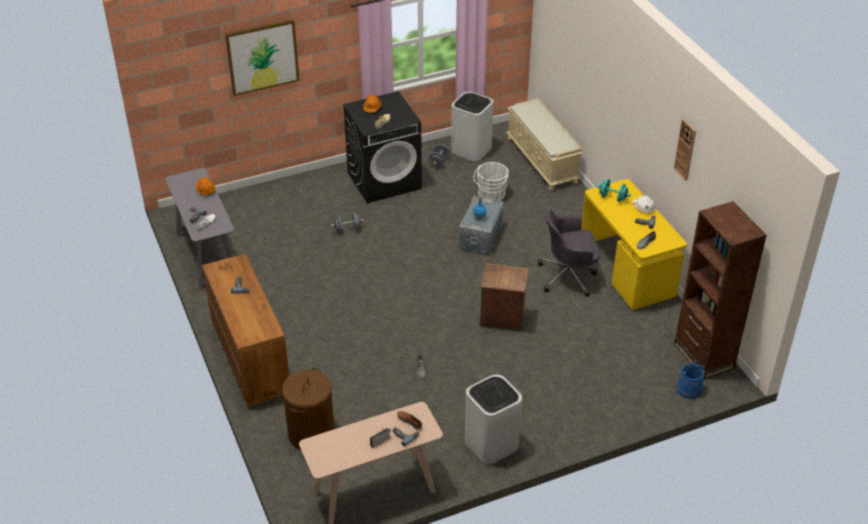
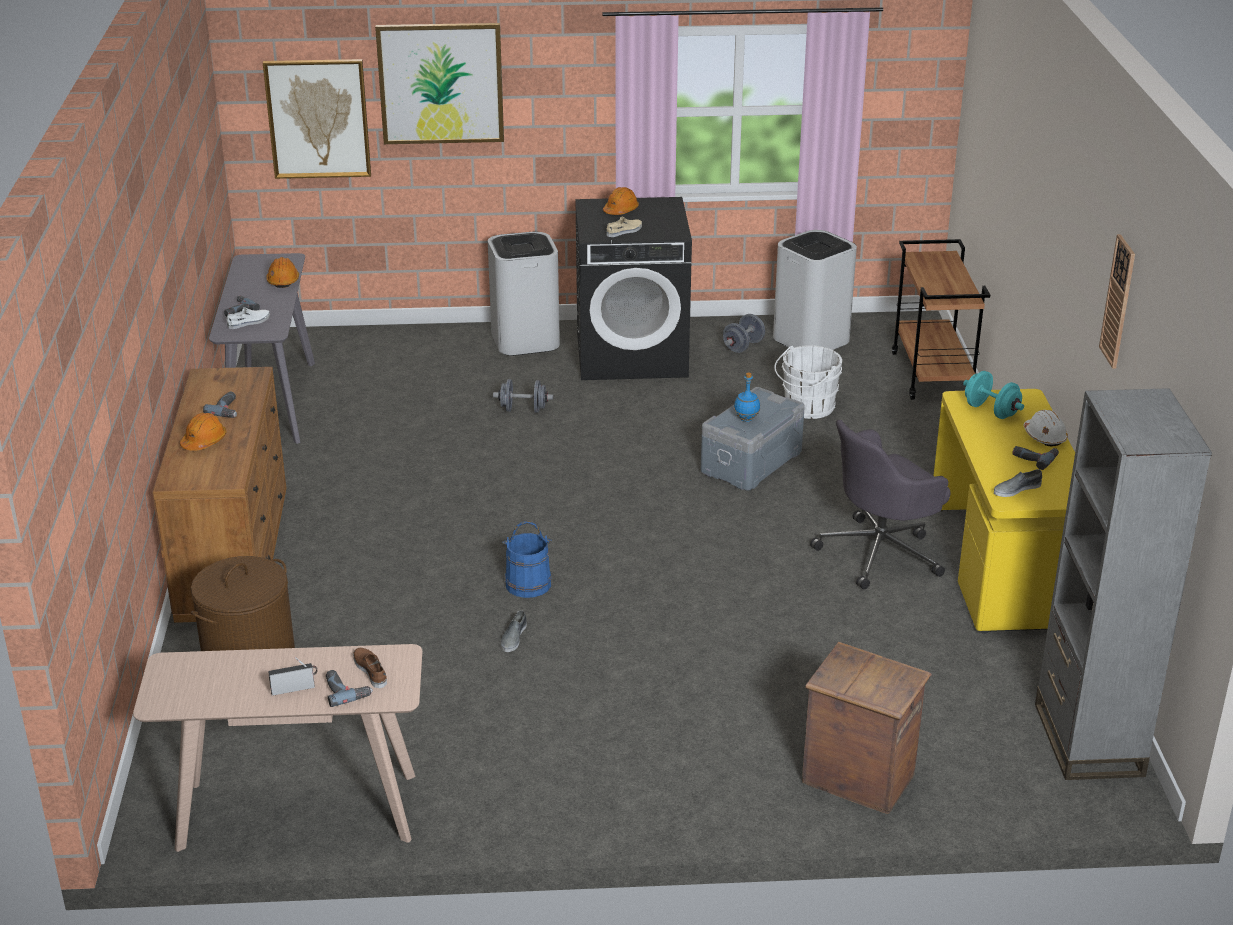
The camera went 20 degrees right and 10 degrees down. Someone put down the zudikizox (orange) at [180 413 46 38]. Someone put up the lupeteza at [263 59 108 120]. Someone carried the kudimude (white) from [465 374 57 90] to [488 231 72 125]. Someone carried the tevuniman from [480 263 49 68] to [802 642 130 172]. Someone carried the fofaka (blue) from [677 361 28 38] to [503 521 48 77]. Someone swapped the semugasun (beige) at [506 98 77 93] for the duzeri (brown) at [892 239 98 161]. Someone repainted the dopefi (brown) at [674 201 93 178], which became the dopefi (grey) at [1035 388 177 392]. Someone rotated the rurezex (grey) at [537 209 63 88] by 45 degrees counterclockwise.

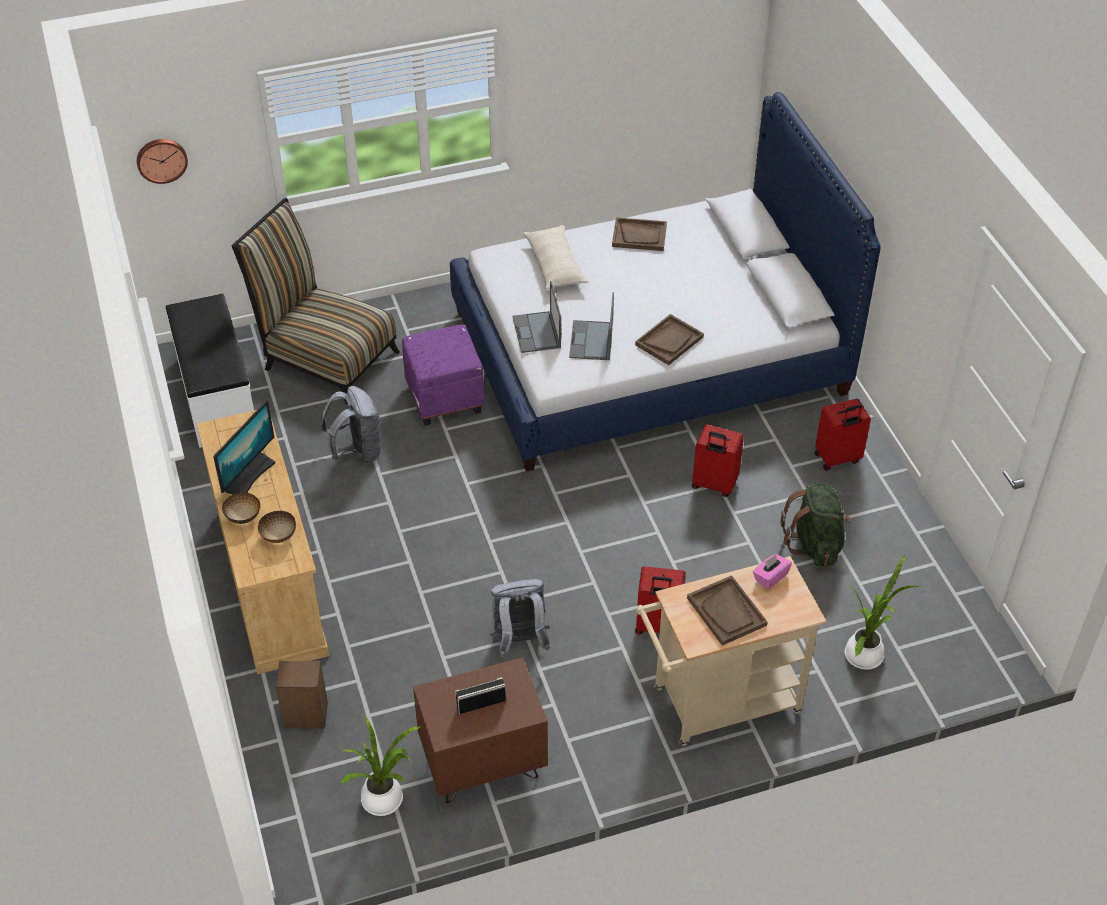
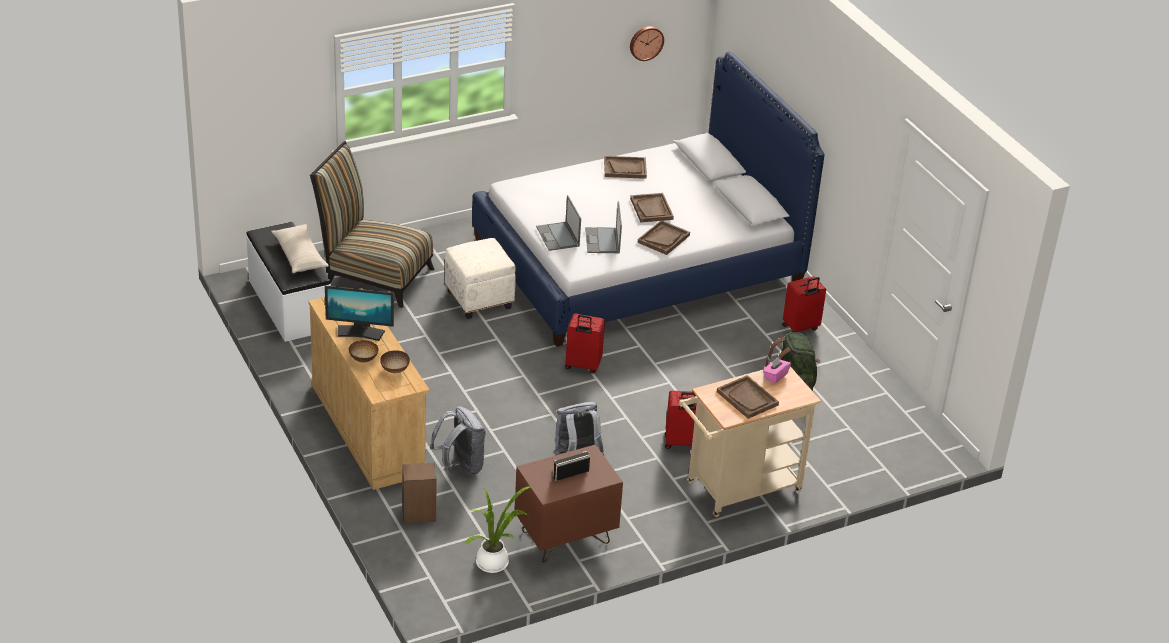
The camera went 10 degrees left and 10 degrees down. Someone took away the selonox at [845 554 74 116]. Someone put down the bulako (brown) at [630 193 44 30]. Someone carried the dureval from [137 139 51 45] to [630 26 34 35]. Someone carried the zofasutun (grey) from [321 386 61 77] to [430 406 56 69]. Someone carried the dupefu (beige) from [523 225 66 65] to [271 224 58 49]. Someone carried the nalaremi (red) from [692 424 52 73] to [565 313 40 61]. Someone repainted the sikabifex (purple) at [402 325 83 101], which became the sikabifex (white) at [445 238 71 81]. Someone rotated the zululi at [213 400 62 94] by 75 degrees clockwise.

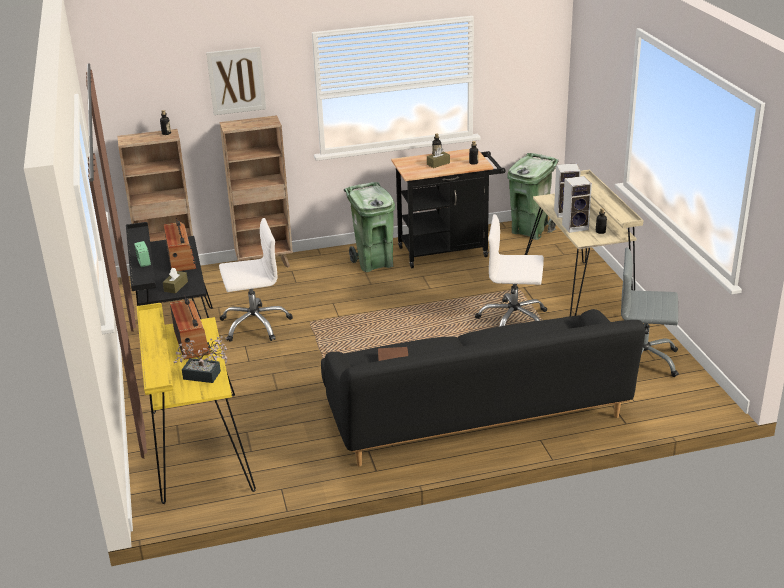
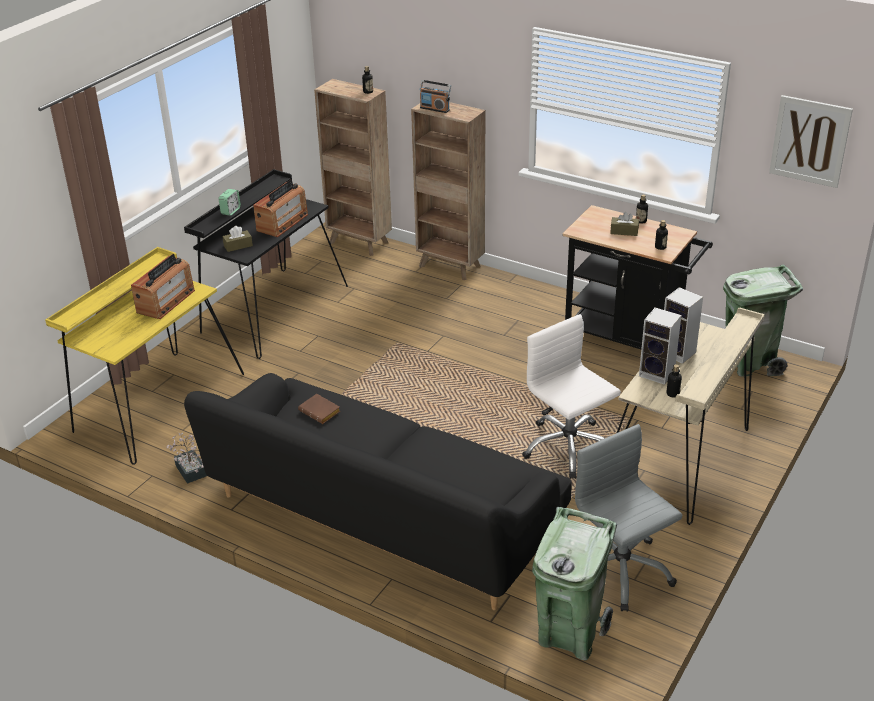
The camera went 45 degrees right and 5 degrees up. Someone took away the rurezex (white) at [219 218 74 124]. Someone put down the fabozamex at [420 80 31 33]. Someone carried the selonox from [174 336 54 47] to [166 433 41 51]. Someone carried the lupeteza from [206 47 60 68] to [769 95 84 93]. Someone carried the kudimude (green) from [344 182 51 90] to [532 507 85 153].

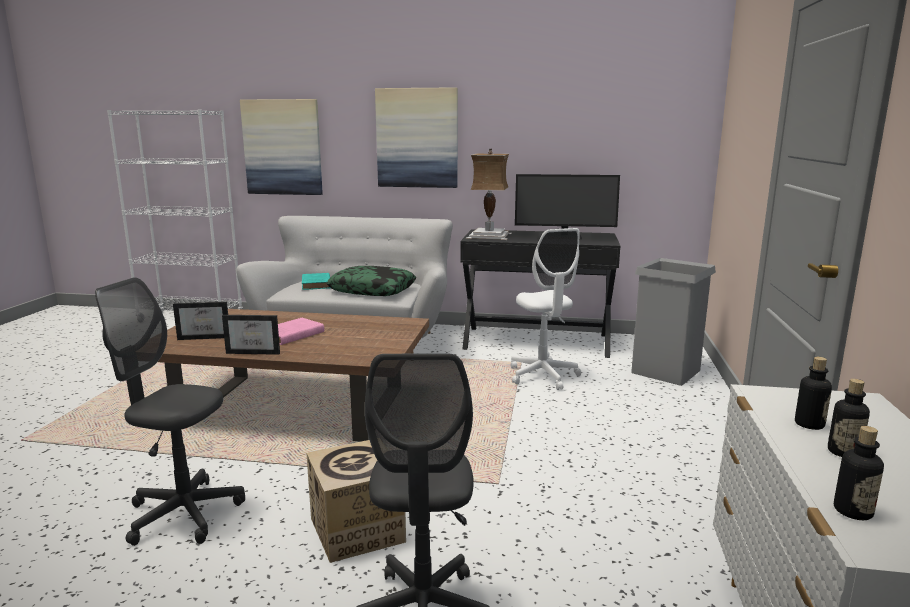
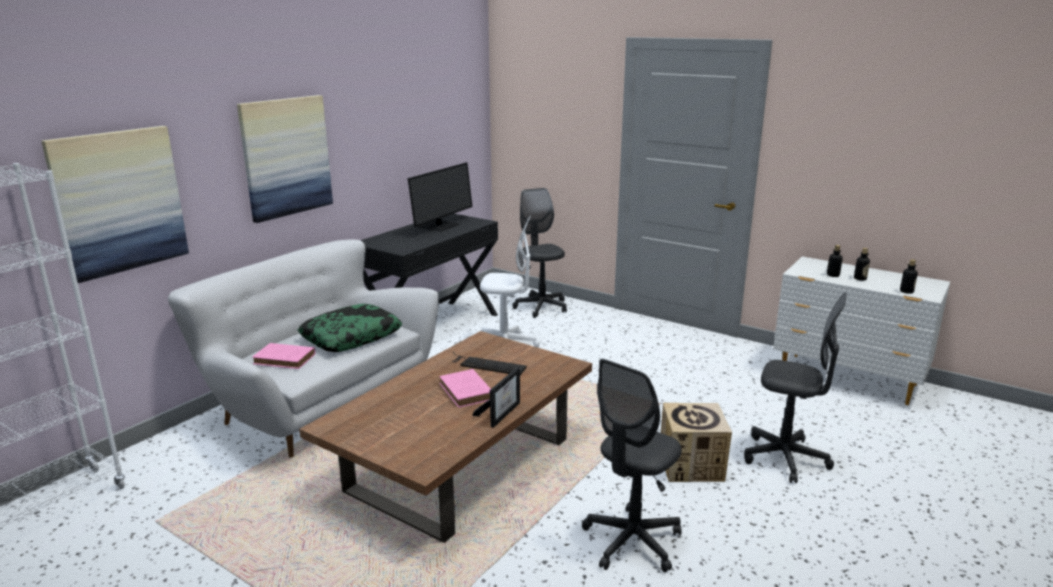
The camera went 65 degrees left and 5 degrees up. Someone took away the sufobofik at [173 301 55 39]. Someone took away the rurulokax at [466 149 46 91]. Someone put down the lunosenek at [452 351 75 24]. Someone swapped the kudimude (grey) at [631 258 85 128] for the rurezex (grey) at [513 188 54 130]. Someone repainted the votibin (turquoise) at [302 273 28 17], which became the votibin (pink) at [252 343 63 26].

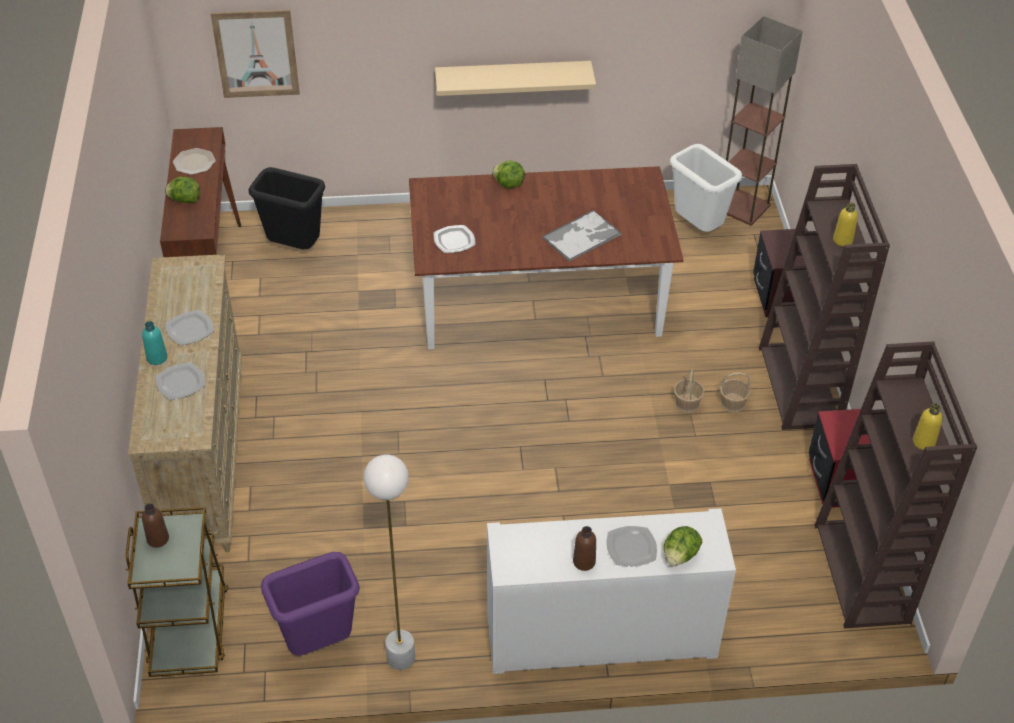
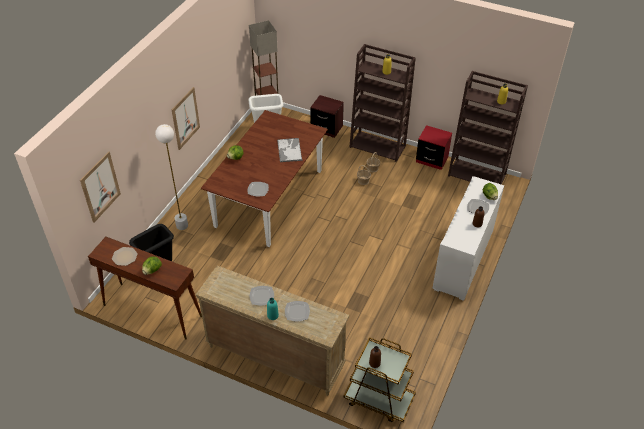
The camera went 60 degrees left and 0 degrees up. Someone took away the kudimude (purple) at [261 552 99 104]. Someone carried the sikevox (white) from [363 455 52 215] to [155 124 33 106]. Someone swapped the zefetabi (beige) at [435 61 161 35] for the lupeteza at [172 87 28 63].

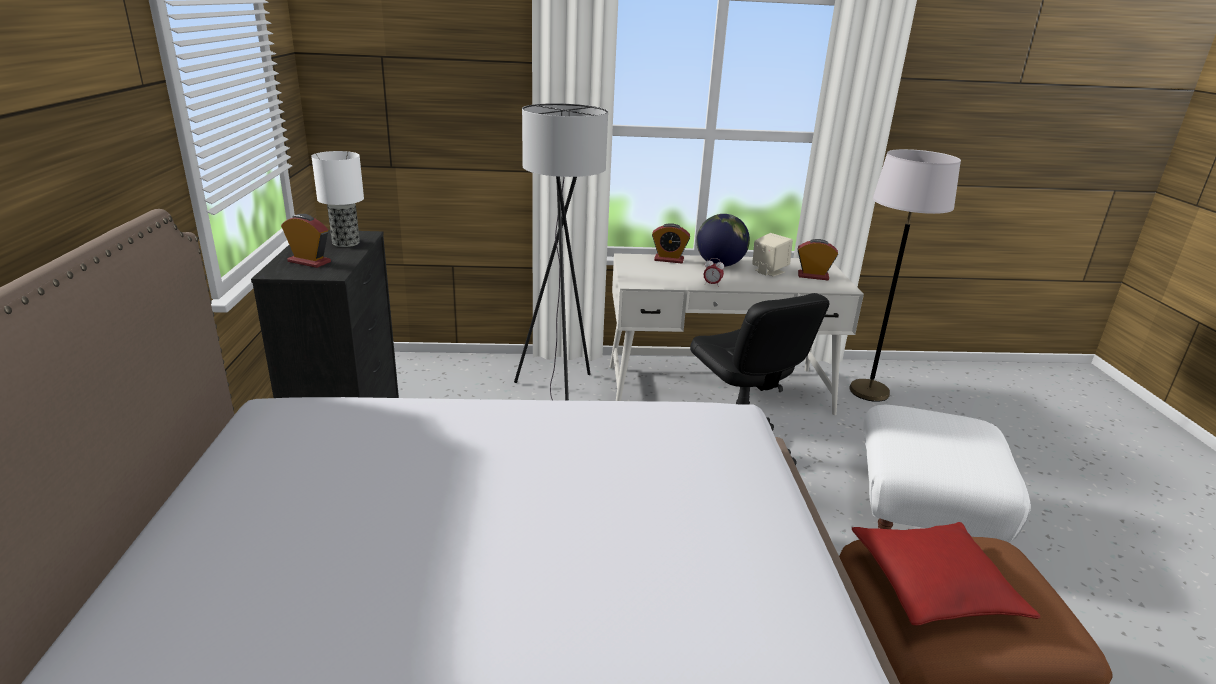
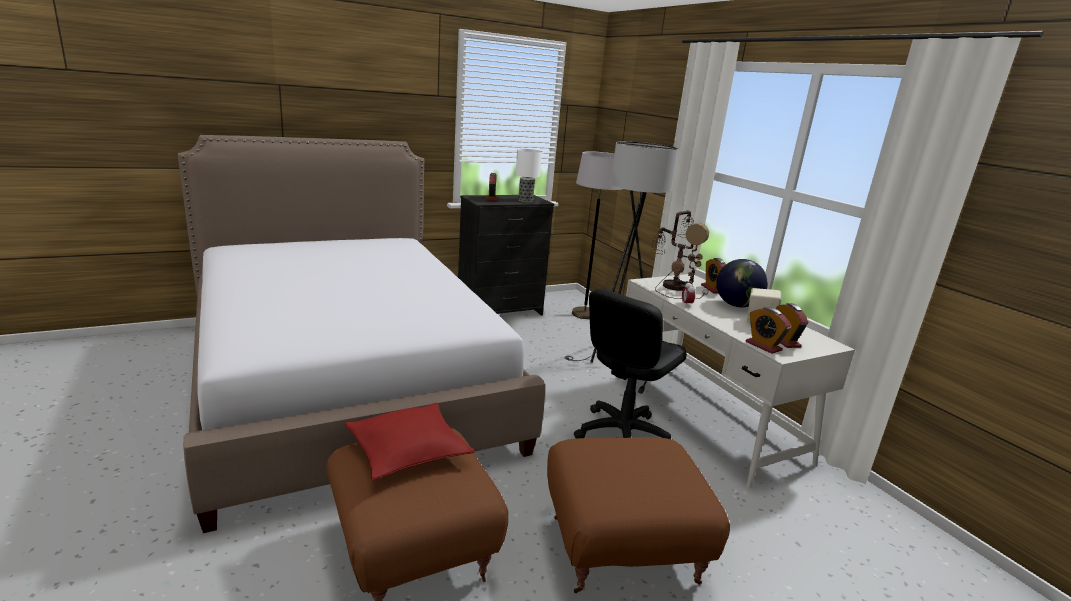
The camera went 65 degrees right and 5 degrees down. Someone put down the rurulokax at [650 211 59 88]. Someone put down the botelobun at [746 307 46 47]. Someone carried the sikevox (grey) from [849 149 112 253] to [572 151 50 168]. Someone repainted the sikabifex (white) at [863 405 168 138], which became the sikabifex (brown) at [547 437 183 156].

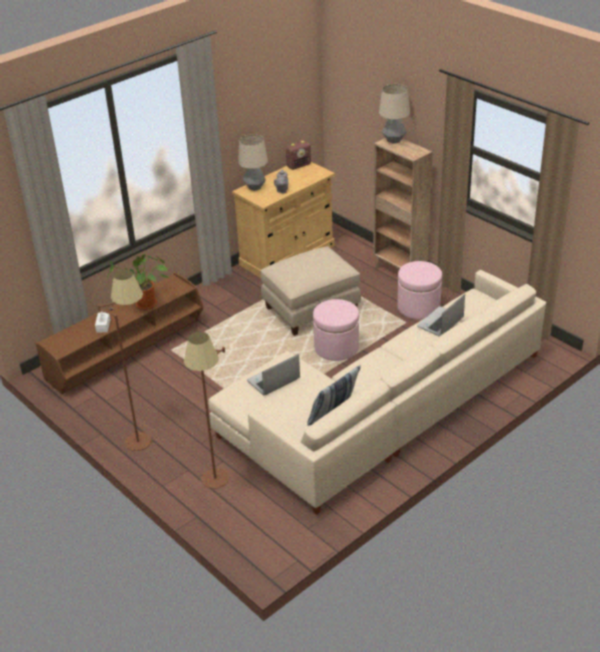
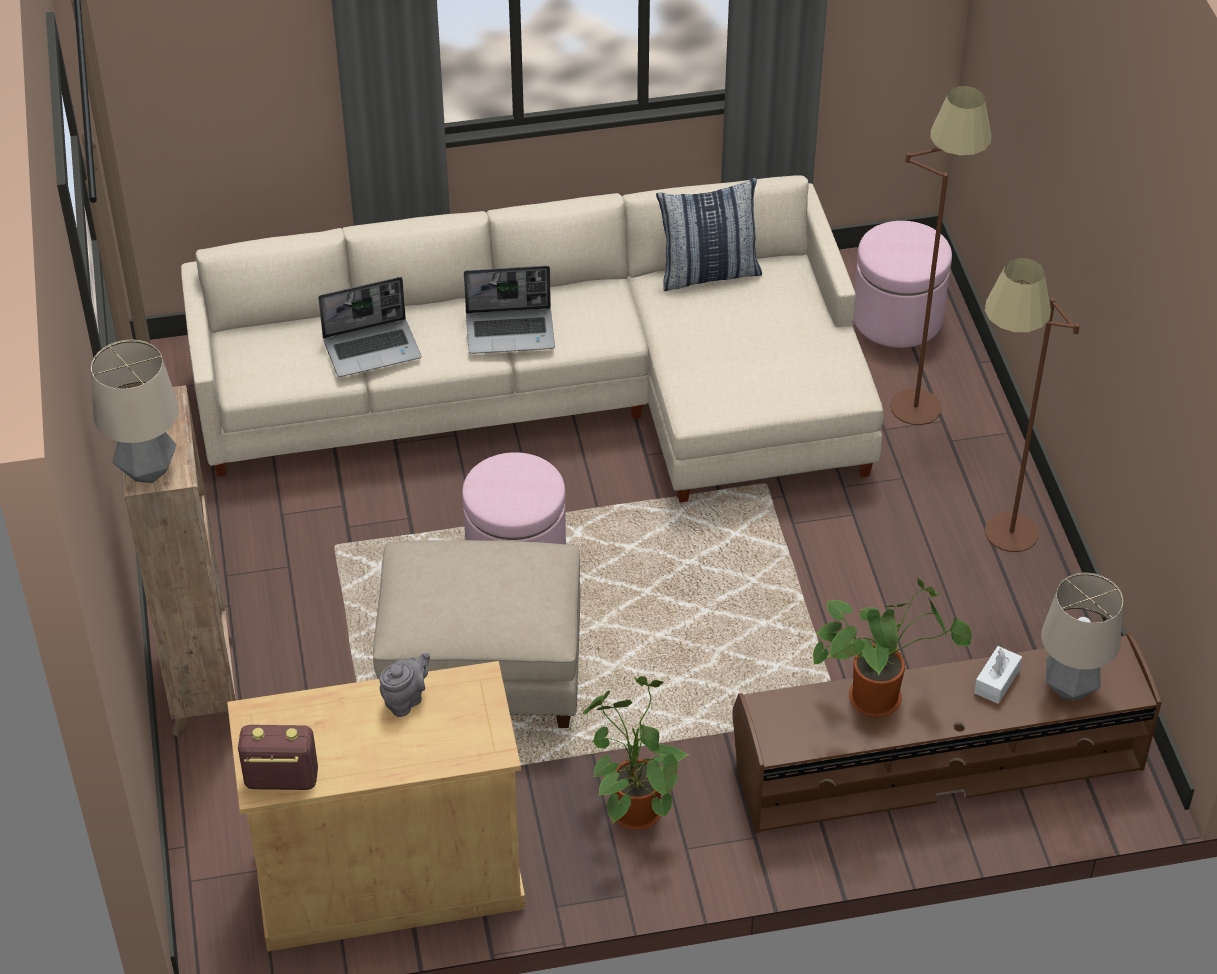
The camera went 150 degrees left and 10 degrees up. Someone put down the selonox at [583 676 106 154]. Someone carried the rurulokax from [238 134 30 57] to [1041 573 82 127]. Someone carried the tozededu from [247 354 53 41] to [464 266 91 88]. Someone carried the sikabifex (pink) from [397 261 45 59] to [854 221 98 127].

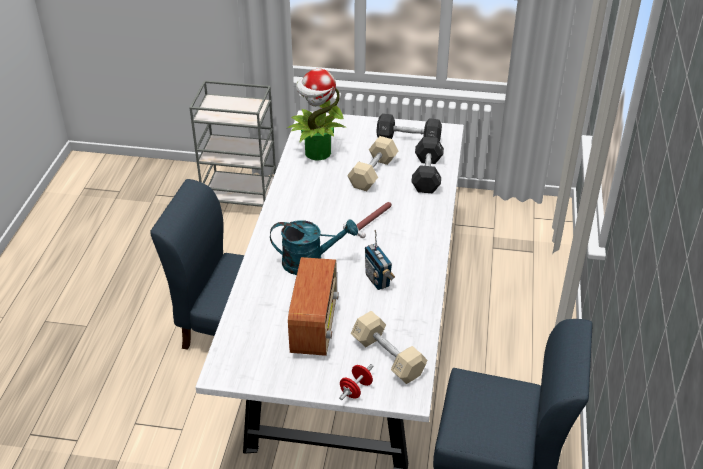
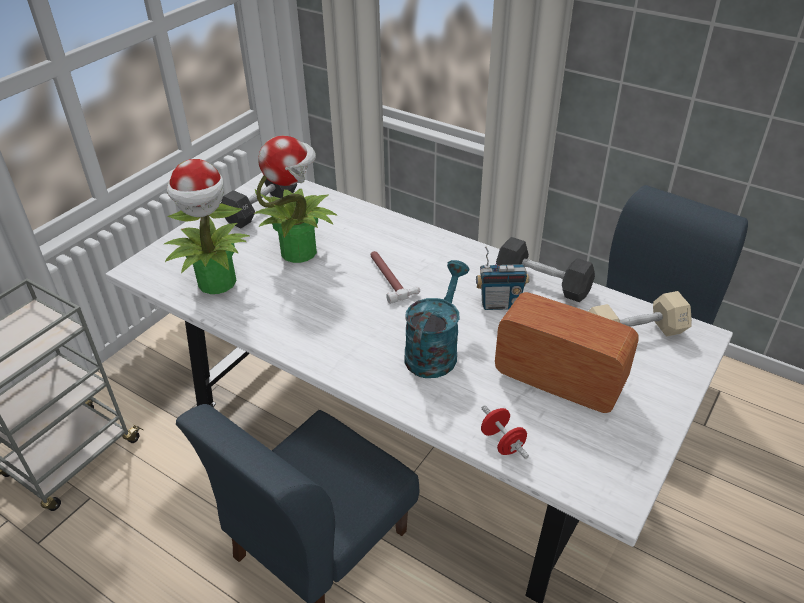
The camera went 65 degrees left and 0 degrees up. Someone carried the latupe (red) from [339 364 34 36] to [481 405 48 54]. Someone carried the latupe (black) from [411 137 33 56] to [496 237 99 65]. Someone swapped the latupe (beige) at [347 136 51 55] for the selonox at [254 136 83 127].

